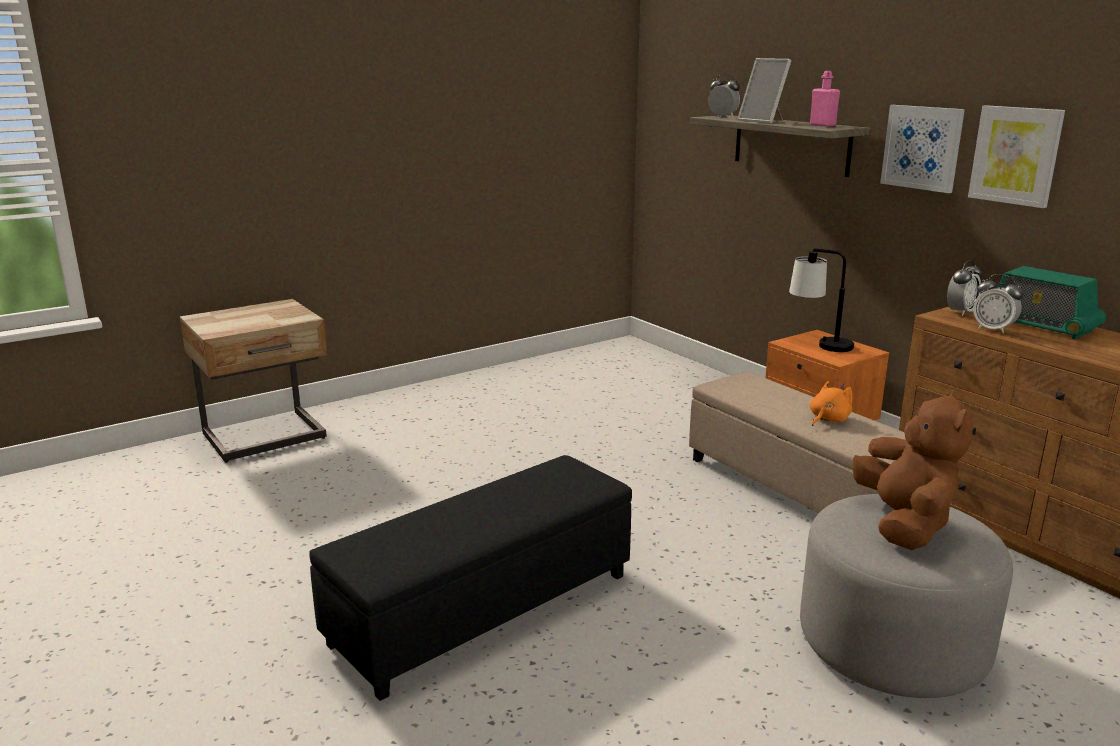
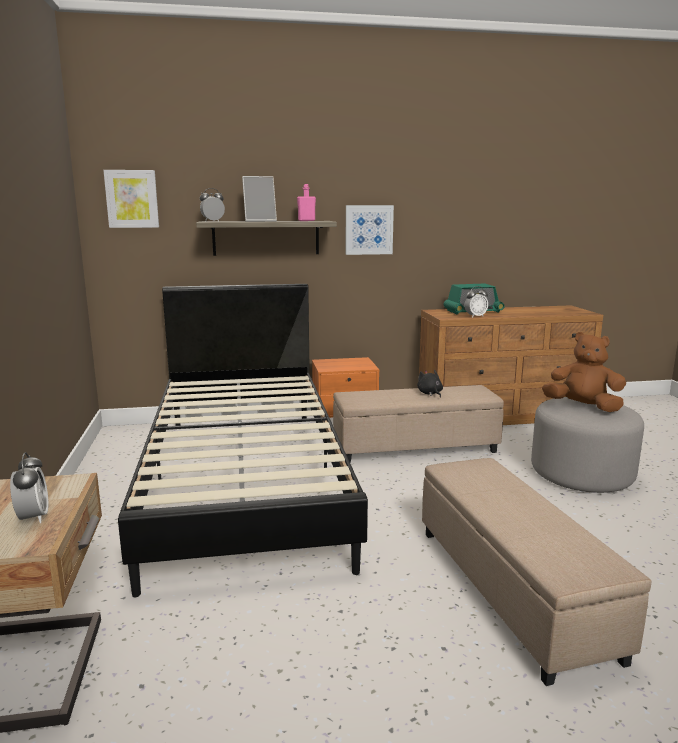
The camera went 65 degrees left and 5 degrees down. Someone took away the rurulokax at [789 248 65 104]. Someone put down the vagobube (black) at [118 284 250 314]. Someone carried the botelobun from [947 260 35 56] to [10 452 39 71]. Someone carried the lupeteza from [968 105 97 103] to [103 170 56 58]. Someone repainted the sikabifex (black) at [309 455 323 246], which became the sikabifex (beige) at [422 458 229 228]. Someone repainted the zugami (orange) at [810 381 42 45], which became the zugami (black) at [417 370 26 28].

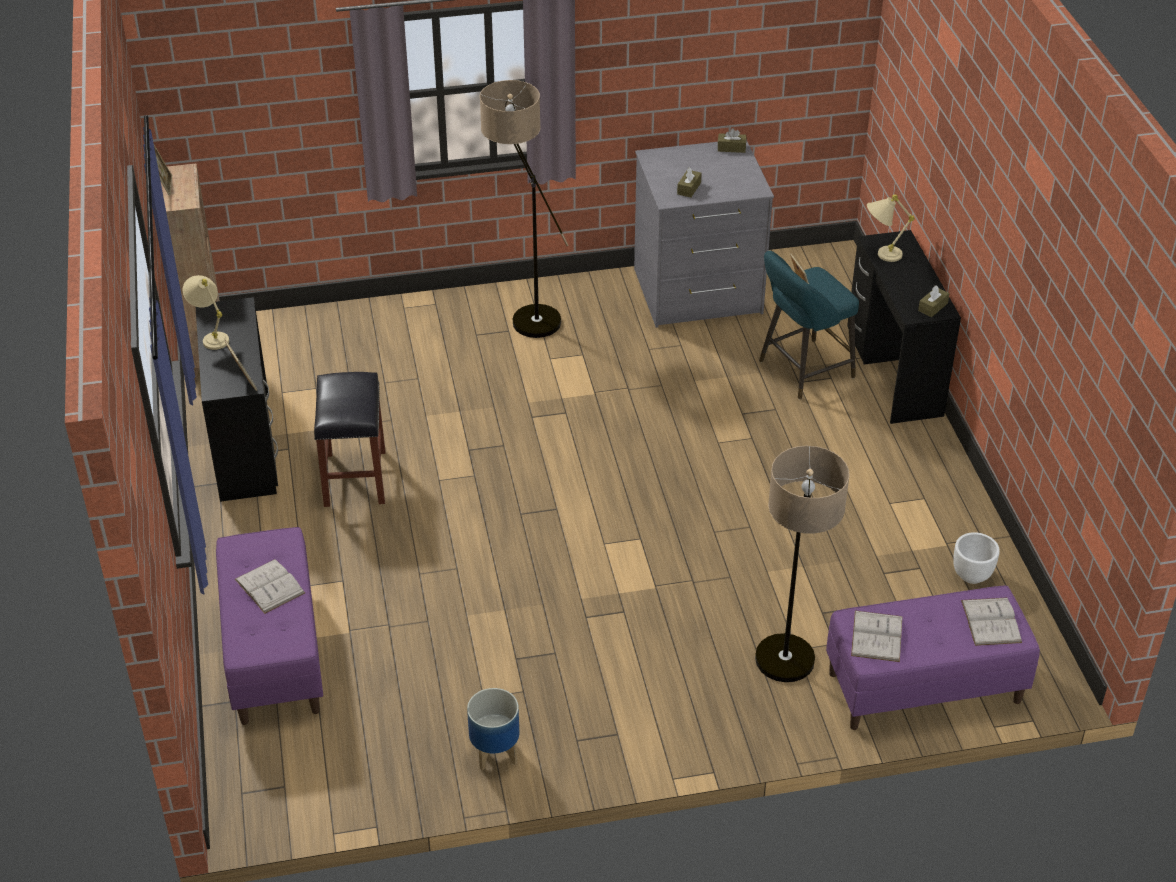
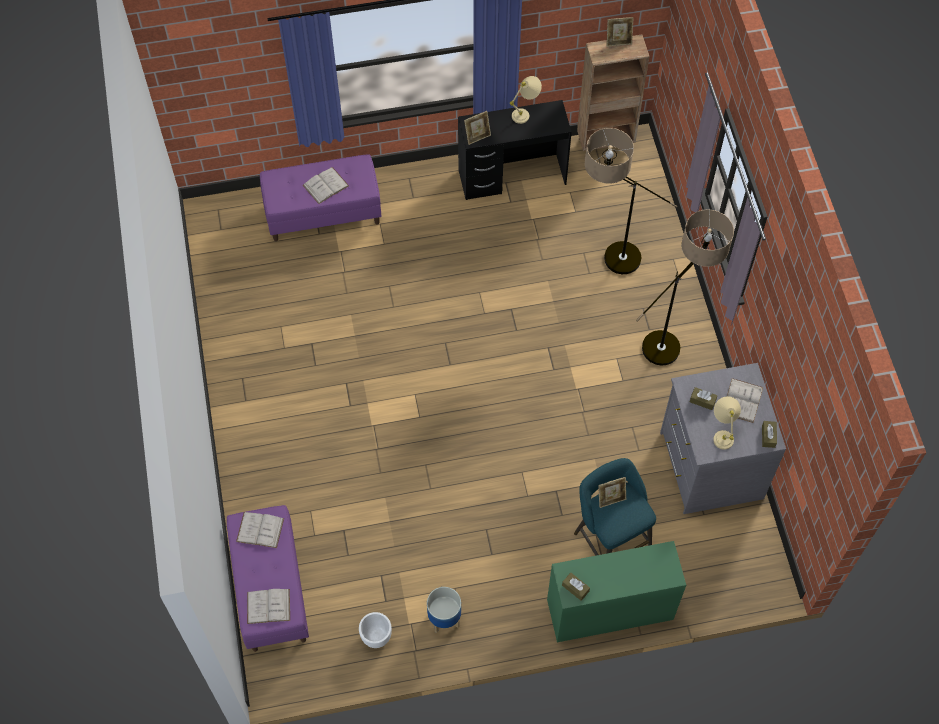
The camera went 90 degrees right and 20 degrees up. Someone took away the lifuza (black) at [314 372 71 135]. Someone put down the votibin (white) at [727 378 36 45]. Someone carried the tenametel from [467 688 53 83] to [427 587 34 46]. Someone carried the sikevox from [755 446 95 236] to [585 128 92 146]. Someone carried the rurulokax (beige) from [867 194 48 68] to [713 396 28 54]. Someone repainted the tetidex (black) at [847 230 114 194], which became the tetidex (green) at [547 541 139 101].

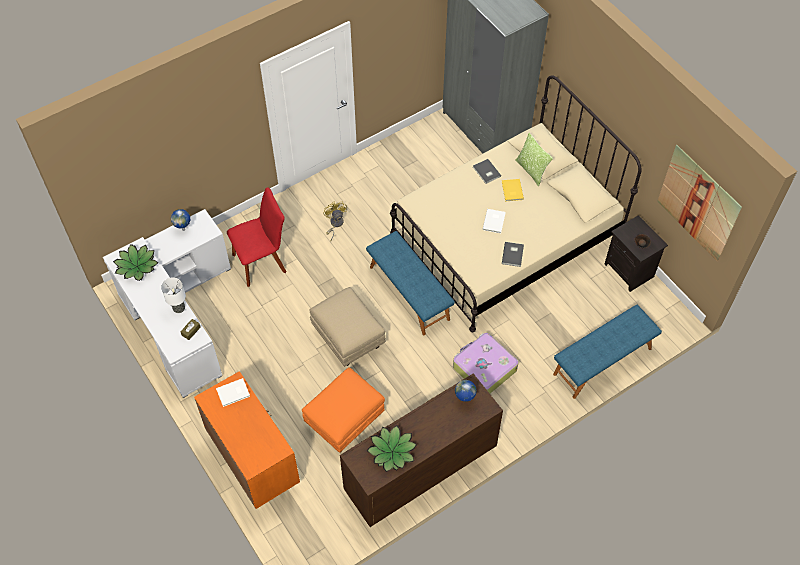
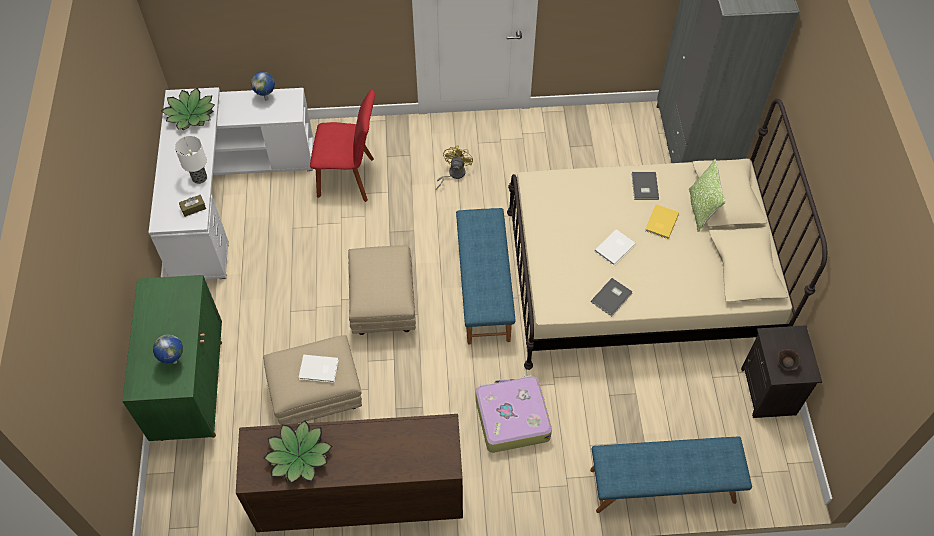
The camera went 30 degrees right and 0 degrees up. Someone took away the lupeteza at [657 145 85 116]. Someone carried the votibin (white) from [216 378 34 29] to [299 355 40 28]. Someone carried the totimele from [455 380 22 22] to [153 334 30 30]. Someone repainted the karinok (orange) at [194 371 106 138], which became the karinok (green) at [122 275 100 166]. Someone repainted the sikabifex (orange) at [302 367 83 86], which became the sikabifex (beige) at [263 335 99 90].

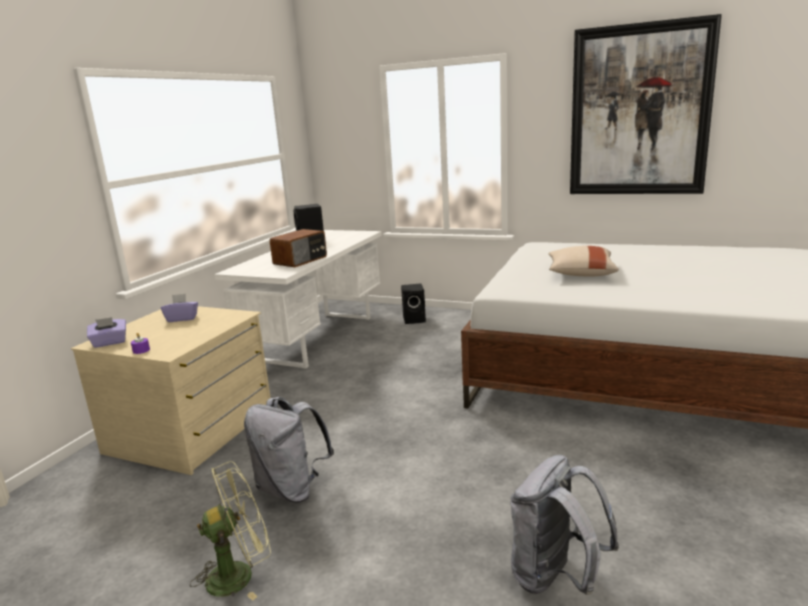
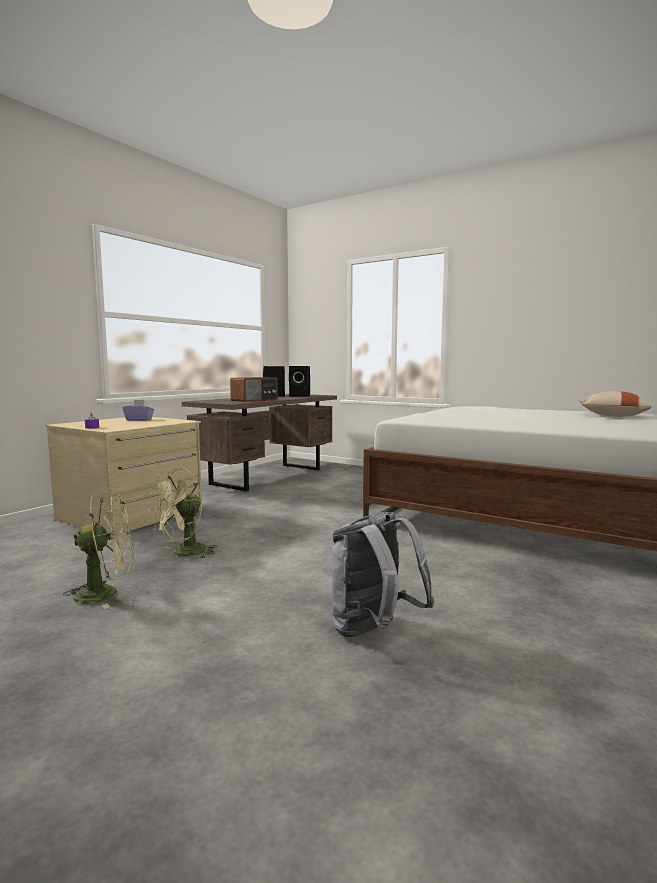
The camera went 10 degrees right and 10 degrees down. Someone took away the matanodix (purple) at [87 317 39 31]. Someone took away the lupeteza at [570 14 152 180]. Someone carried the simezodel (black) from [401 283 25 41] to [289 366 21 31]. Someone carried the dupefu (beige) from [548 246 71 31] to [580 391 72 26]. Someone swapped the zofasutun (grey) at [244 397 90 106] for the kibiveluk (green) at [148 468 69 91]. Someone repainted the tetidex (white) at [214 230 168 139], which became the tetidex (brown) at [182 394 155 98].

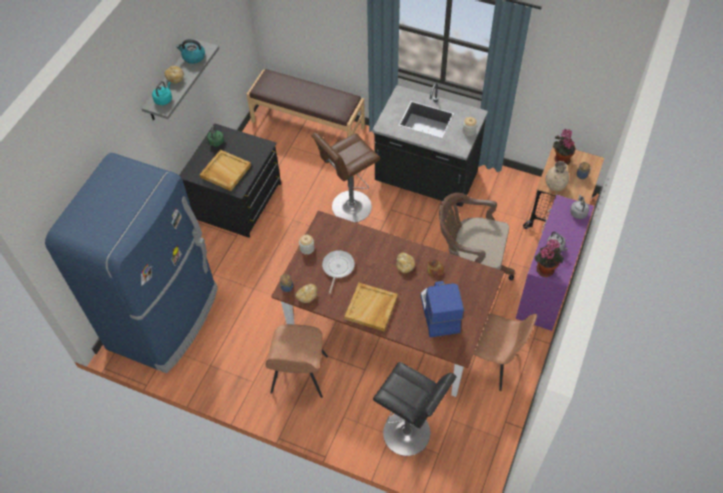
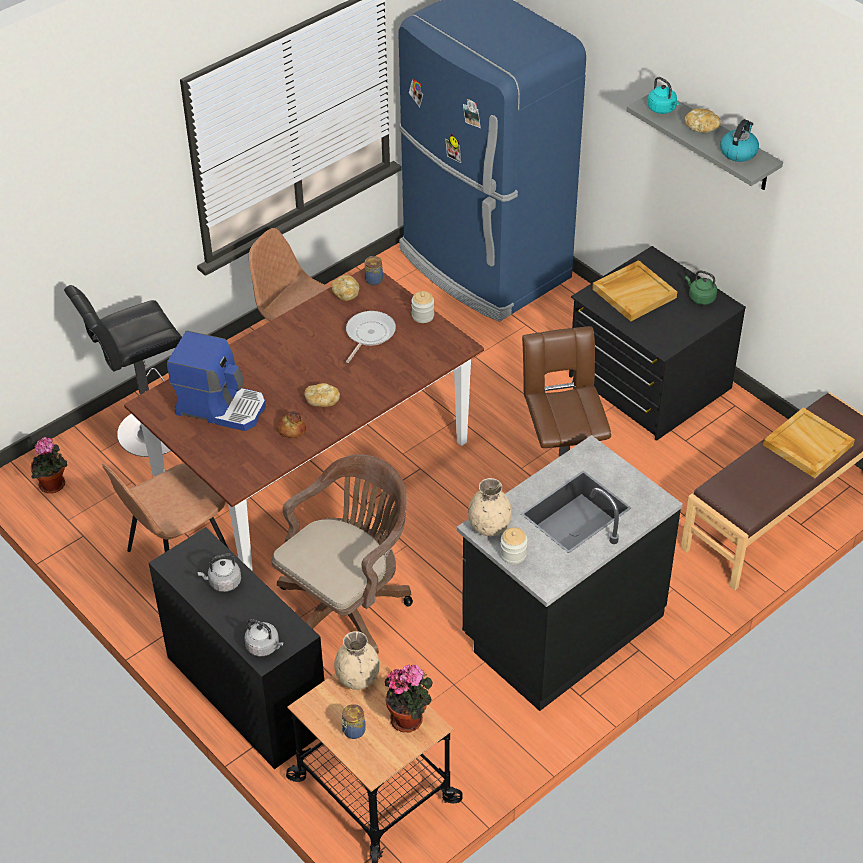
The camera went 115 degrees right and 10 degrees down. Someone put down the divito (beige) at [468 478 44 58]. Someone carried the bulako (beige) from [344 283 54 48] to [763 407 92 71]. Someone carried the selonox from [535 239 29 38] to [31 437 36 56]. Someone repainted the tetidex (purple) at [516 195 78 136], which became the tetidex (black) at [149 527 175 242]. Someone rotated the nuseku at [322 250 33 44] by 105 degrees counterclockwise.

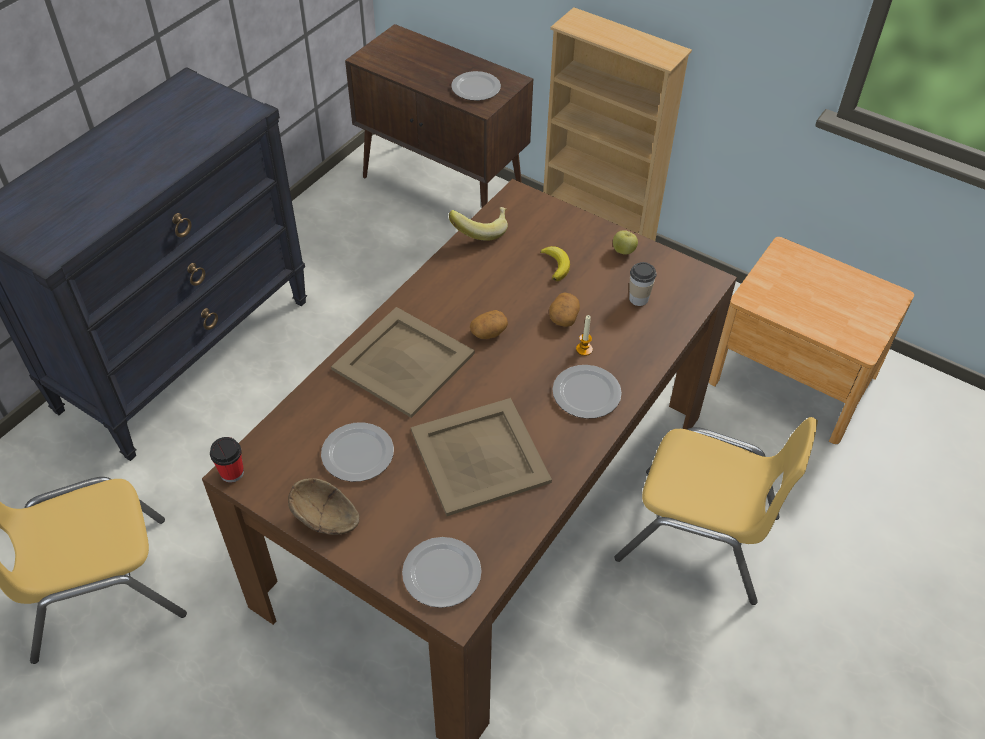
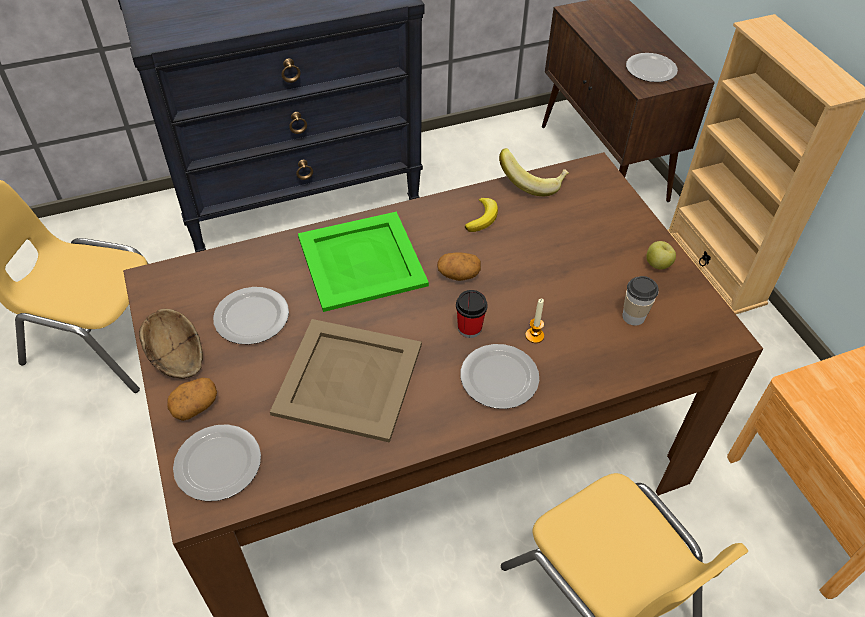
The camera went 35 degrees right and 0 degrees up. Someone carried the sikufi from [210 437 34 46] to [456 290 32 48]. Someone carried the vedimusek from [540 246 30 35] to [465 198 33 34]. Someone carried the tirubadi from [549 293 31 34] to [167 378 50 43]. Someone repainted the bulako (beige) at [331 307 144 111], which became the bulako (green) at [298 212 131 100].

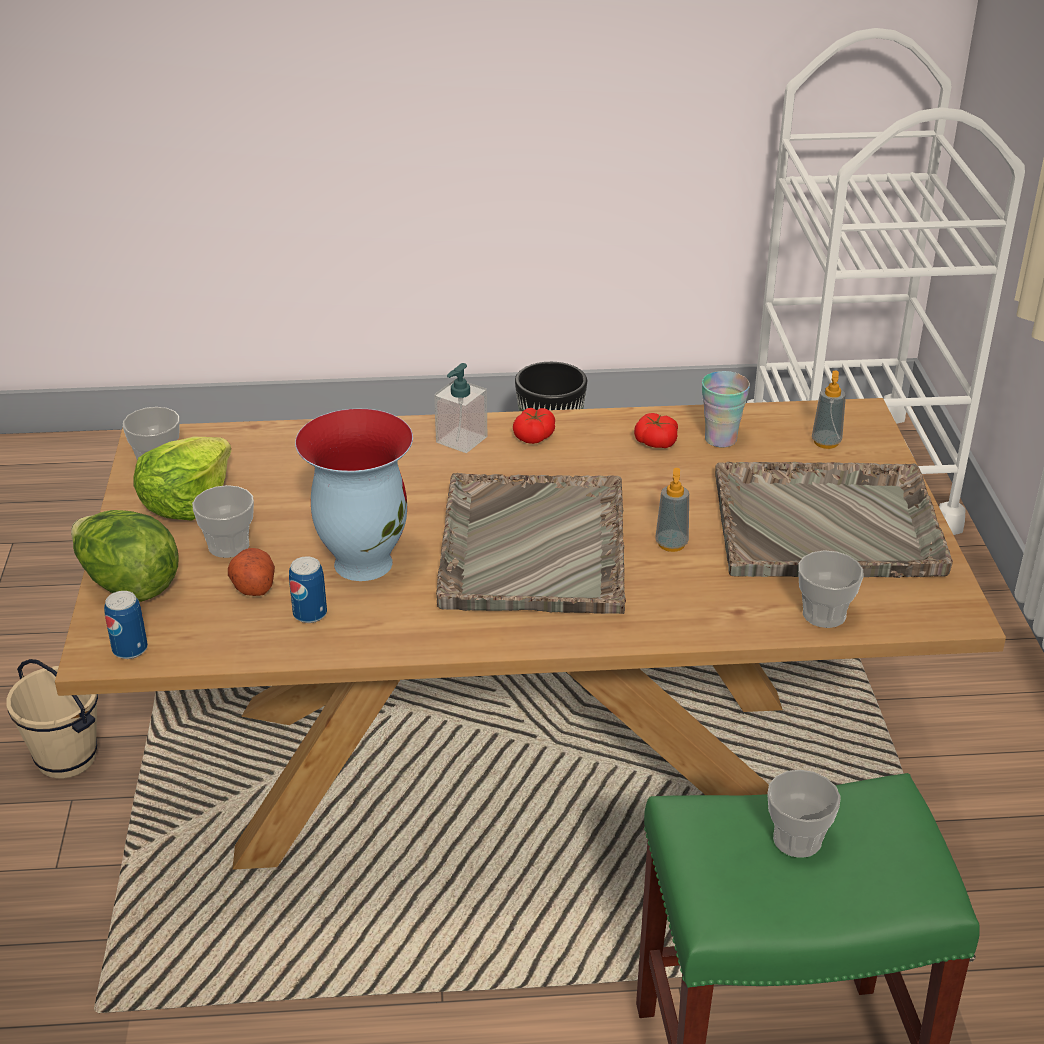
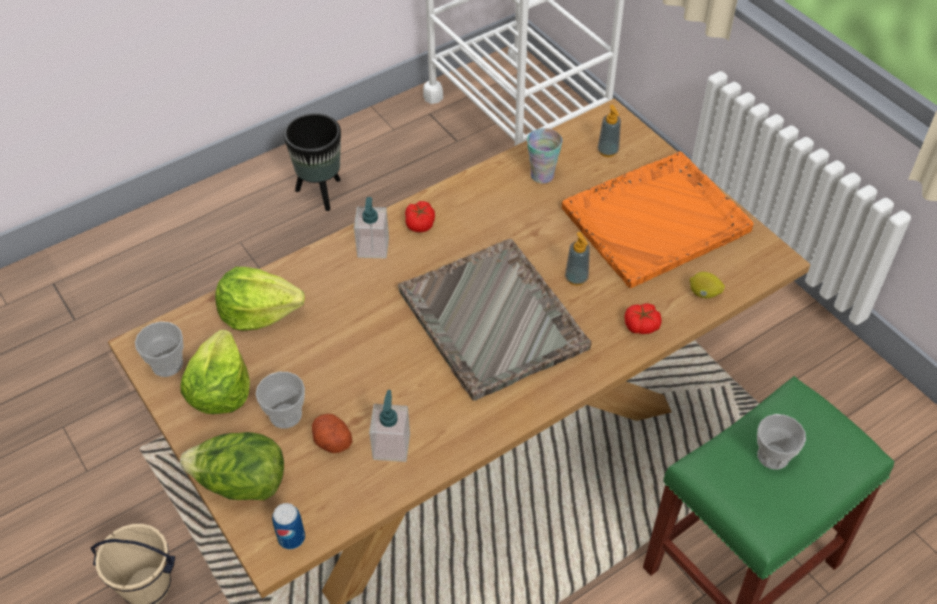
The camera went 30 degrees left and 15 degrees up. Someone took away the divito at [295 409 118 172]. Someone put down the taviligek at [215 267 90 64]. Someone carried the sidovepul from [634 413 44 35] to [624 303 38 31]. Someone swapped the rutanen at [289 557 38 66] for the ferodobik at [369 390 41 72]. Someone swapped the sikufi at [798 550 65 78] for the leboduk at [689 272 36 26]. Someone repainted the bulako (grey) at [715 462 238 116], which became the bulako (orange) at [562 151 192 137].

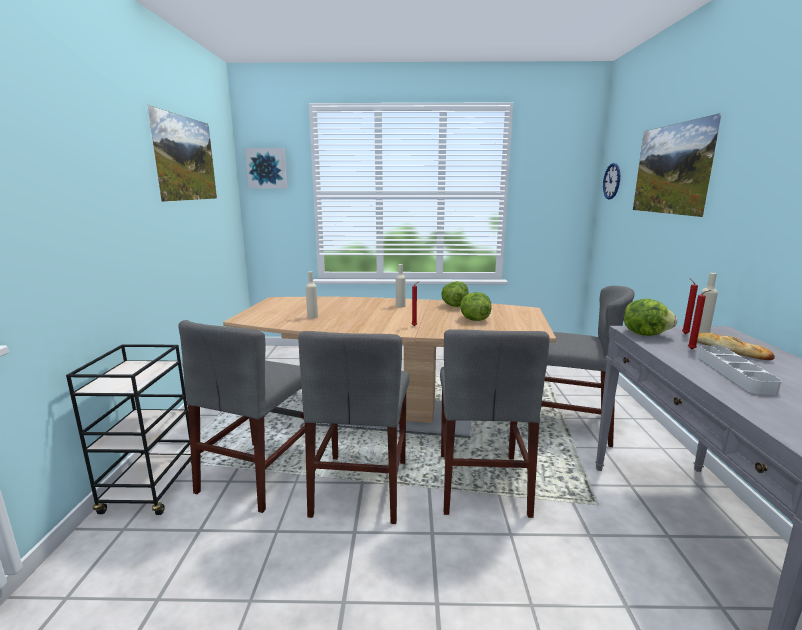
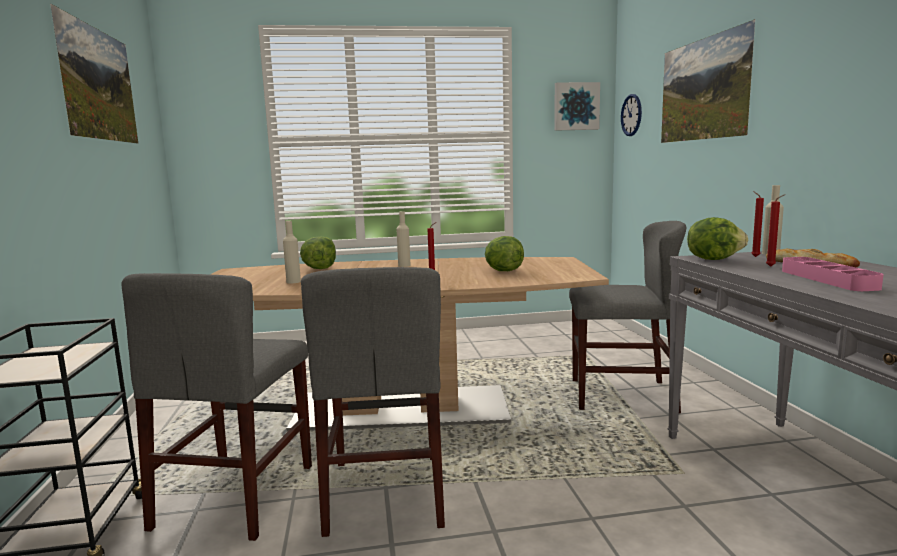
The camera went 10 degrees left and 5 degrees down. Someone took away the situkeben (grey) at [440 329 110 189]. Someone carried the lupeteza from [245 148 42 40] to [554 82 46 49]. Someone carried the taviligek from [441 281 28 26] to [300 236 36 33]. Someone repainted the bulako (grey) at [699 345 83 50], which became the bulako (pink) at [782 257 102 34].

